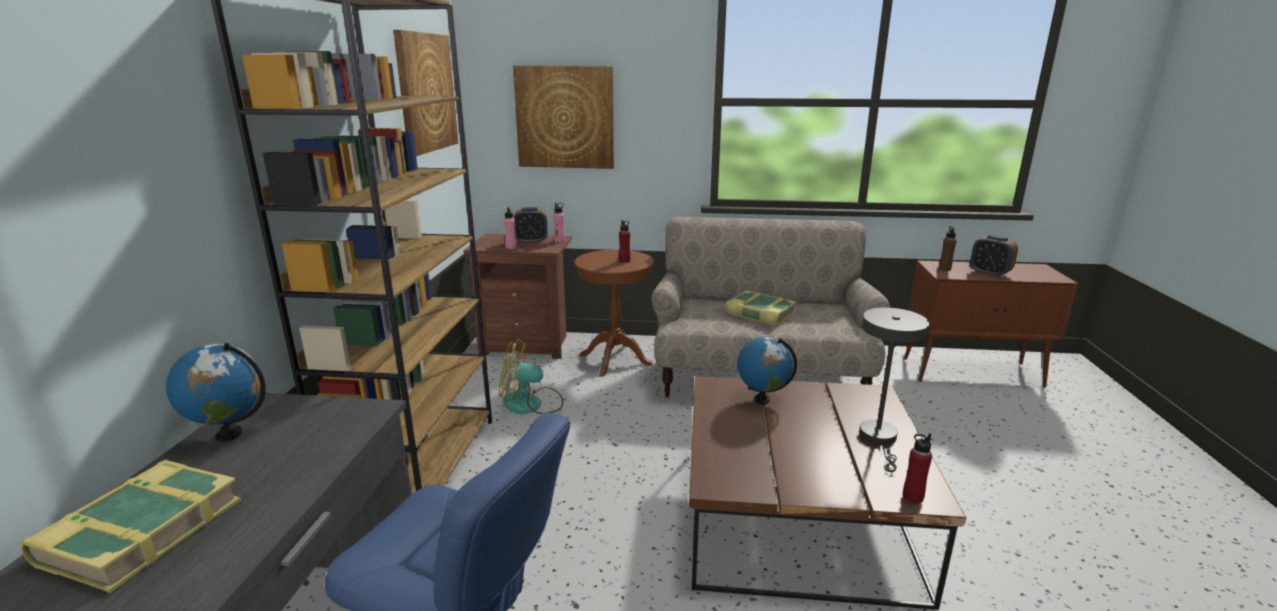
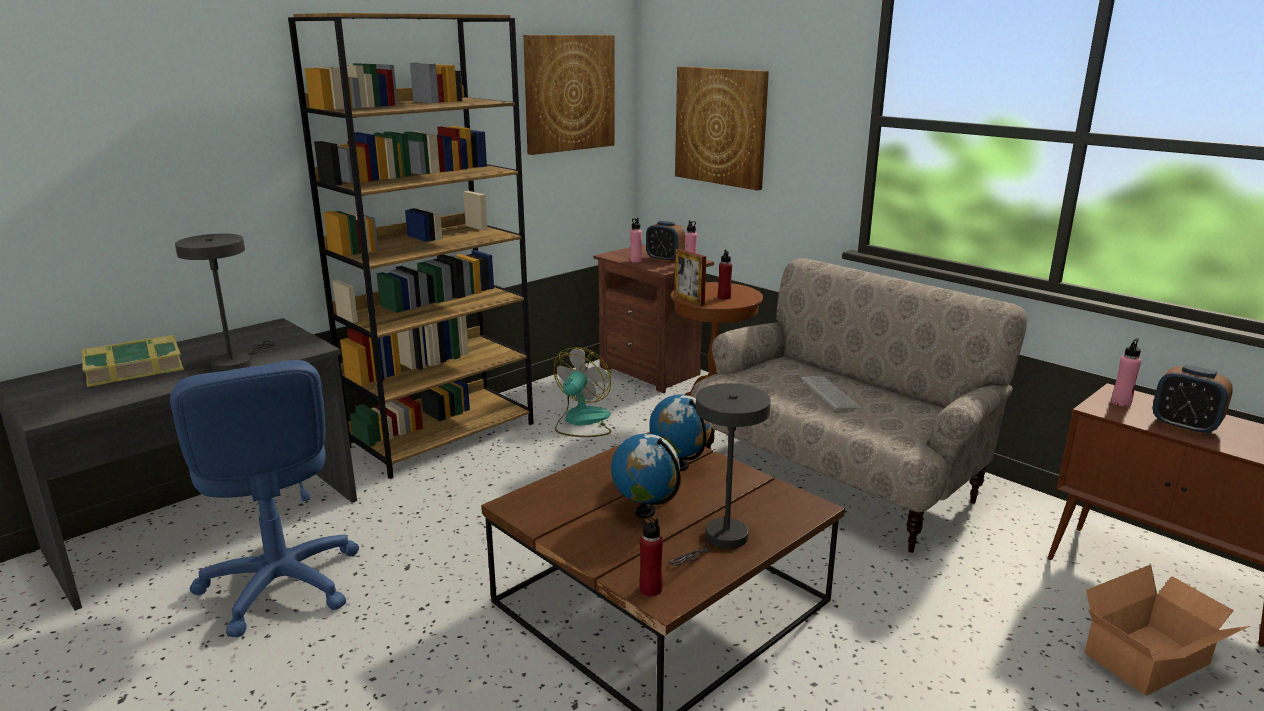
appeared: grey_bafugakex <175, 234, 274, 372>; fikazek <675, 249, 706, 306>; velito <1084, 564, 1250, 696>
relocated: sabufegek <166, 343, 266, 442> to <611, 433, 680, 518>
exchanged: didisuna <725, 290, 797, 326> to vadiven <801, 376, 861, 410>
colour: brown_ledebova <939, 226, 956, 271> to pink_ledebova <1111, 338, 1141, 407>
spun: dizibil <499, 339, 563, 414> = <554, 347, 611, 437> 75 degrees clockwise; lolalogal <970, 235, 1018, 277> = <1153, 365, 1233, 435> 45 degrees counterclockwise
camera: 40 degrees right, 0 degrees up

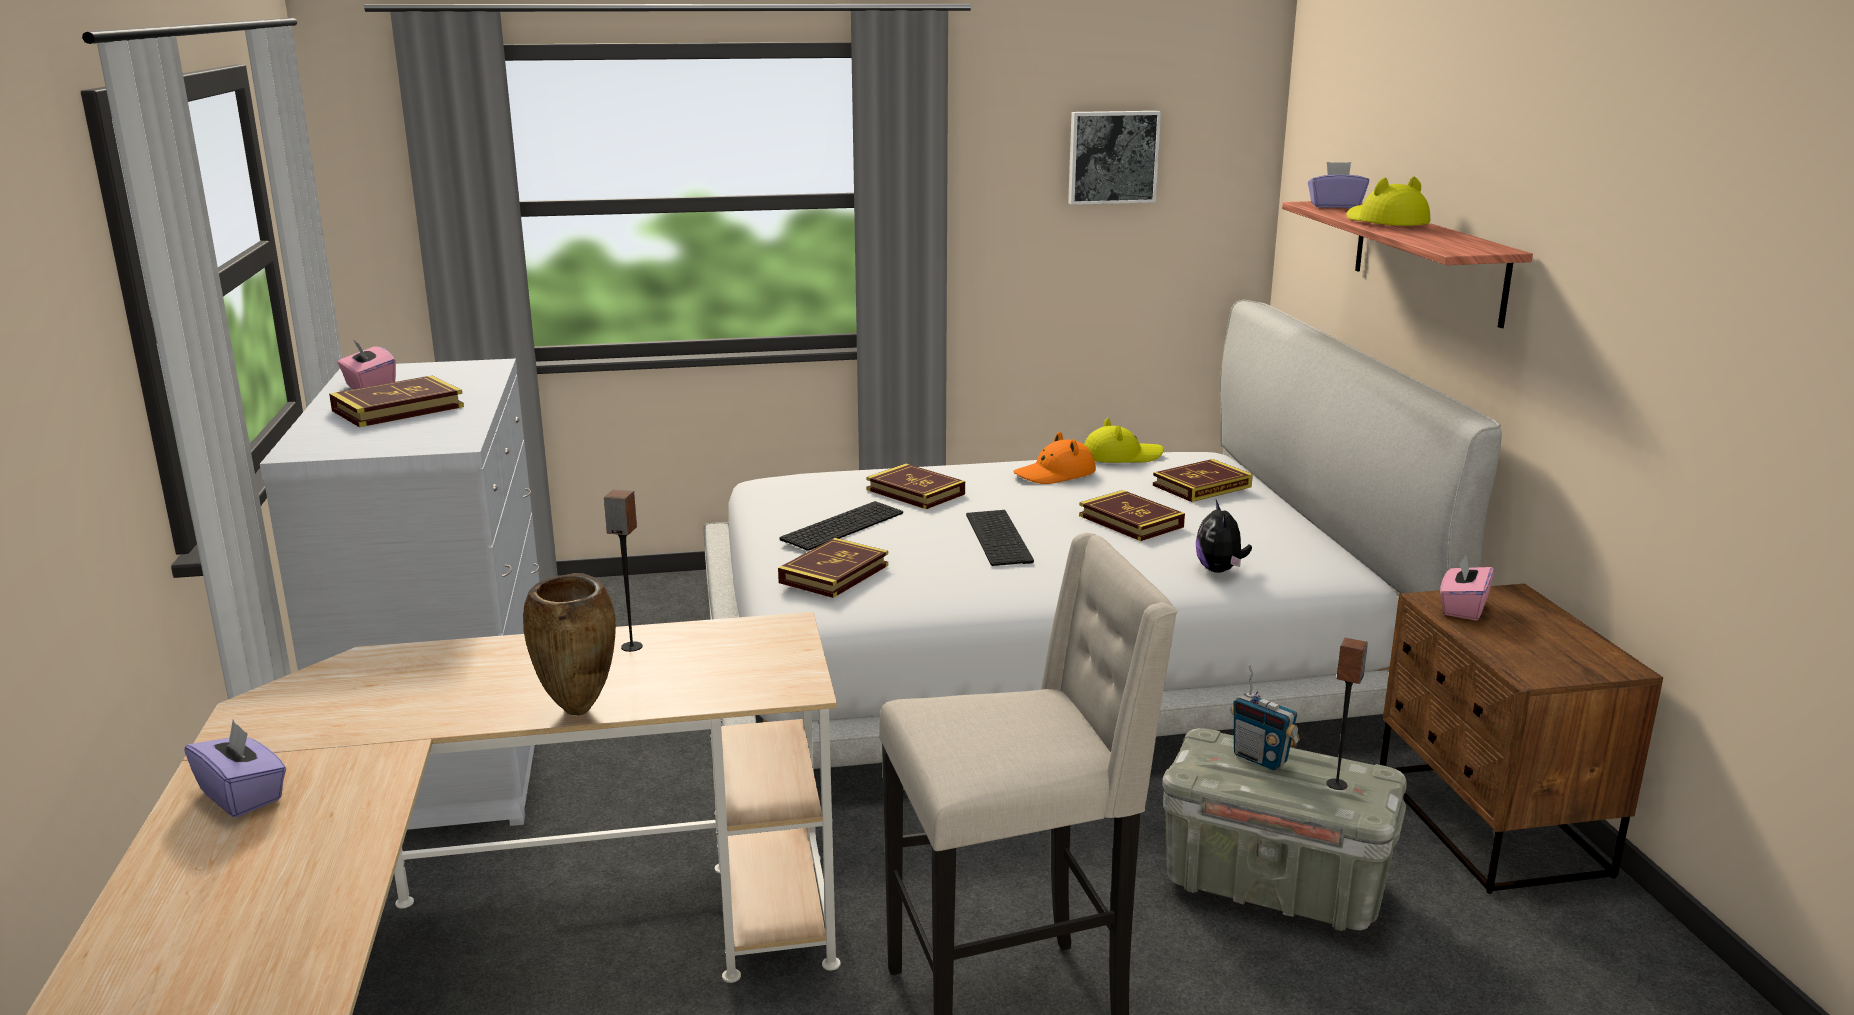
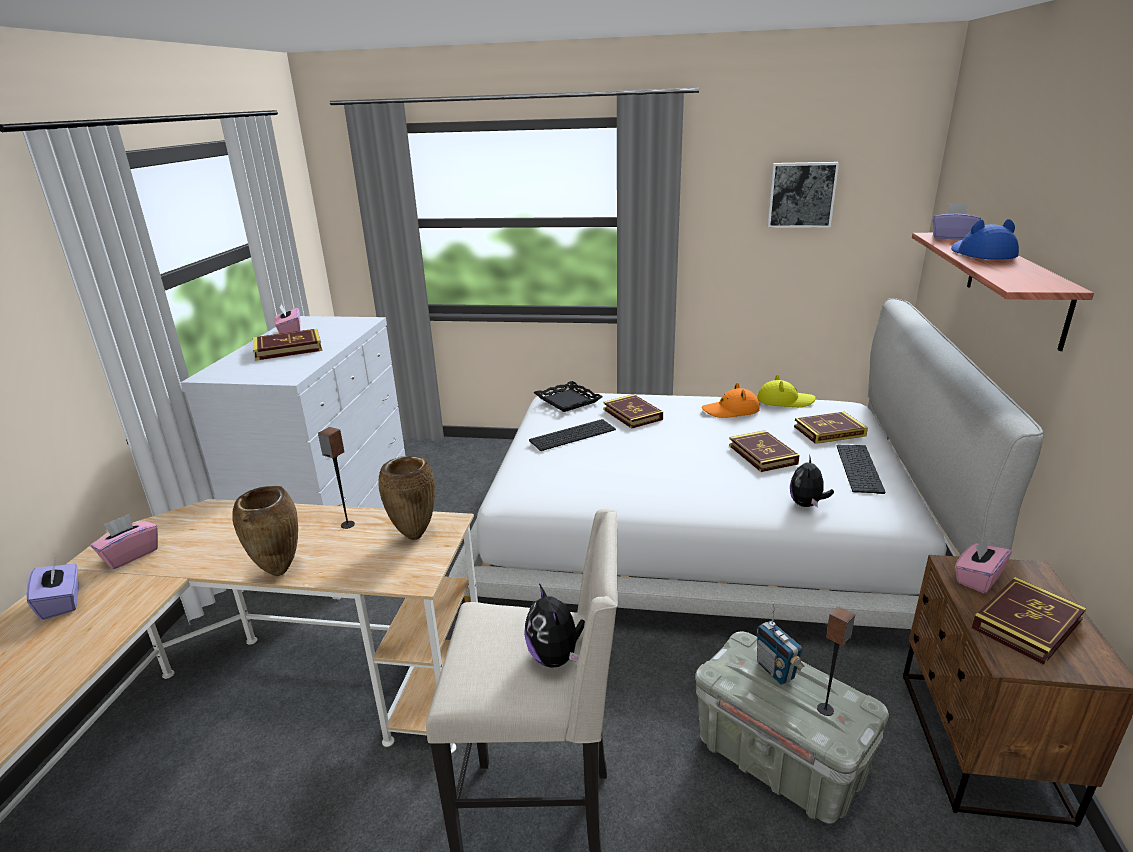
appeared: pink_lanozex <90, 514, 158, 569>; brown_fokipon <378, 456, 435, 540>; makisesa <524, 584, 585, 668>; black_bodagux <533, 381, 603, 412>
relocated: vadiven <966, 510, 1034, 566> to <837, 445, 885, 494>; didisuna <778, 538, 888, 598> to <971, 577, 1086, 665>
colour: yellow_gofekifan <1346, 177, 1430, 226> to blue_gofekifan <951, 219, 1019, 260>
camera: 20 degrees right, 5 degrees up

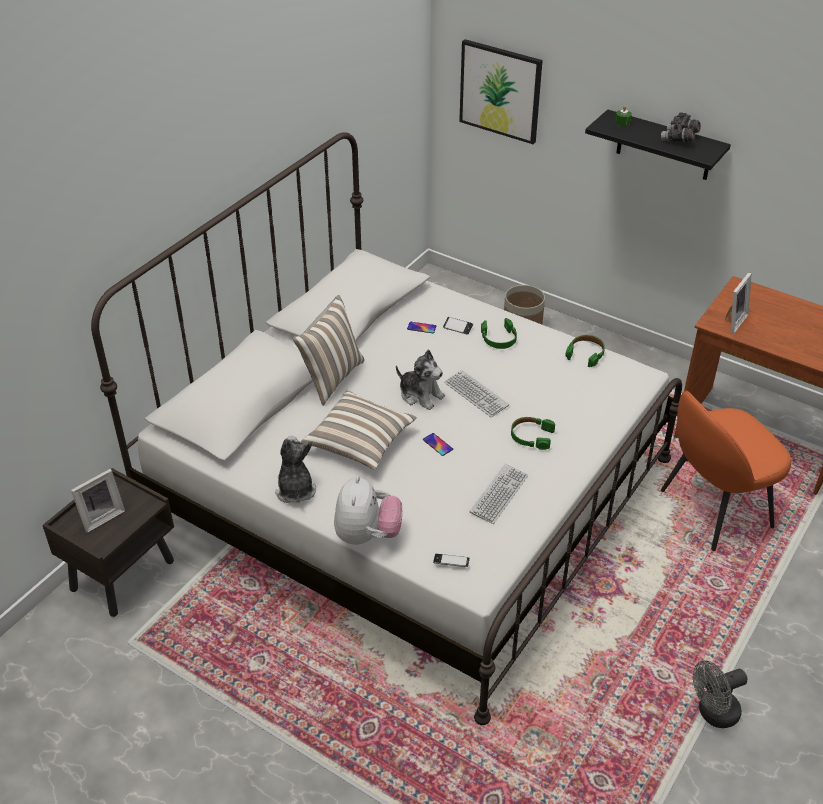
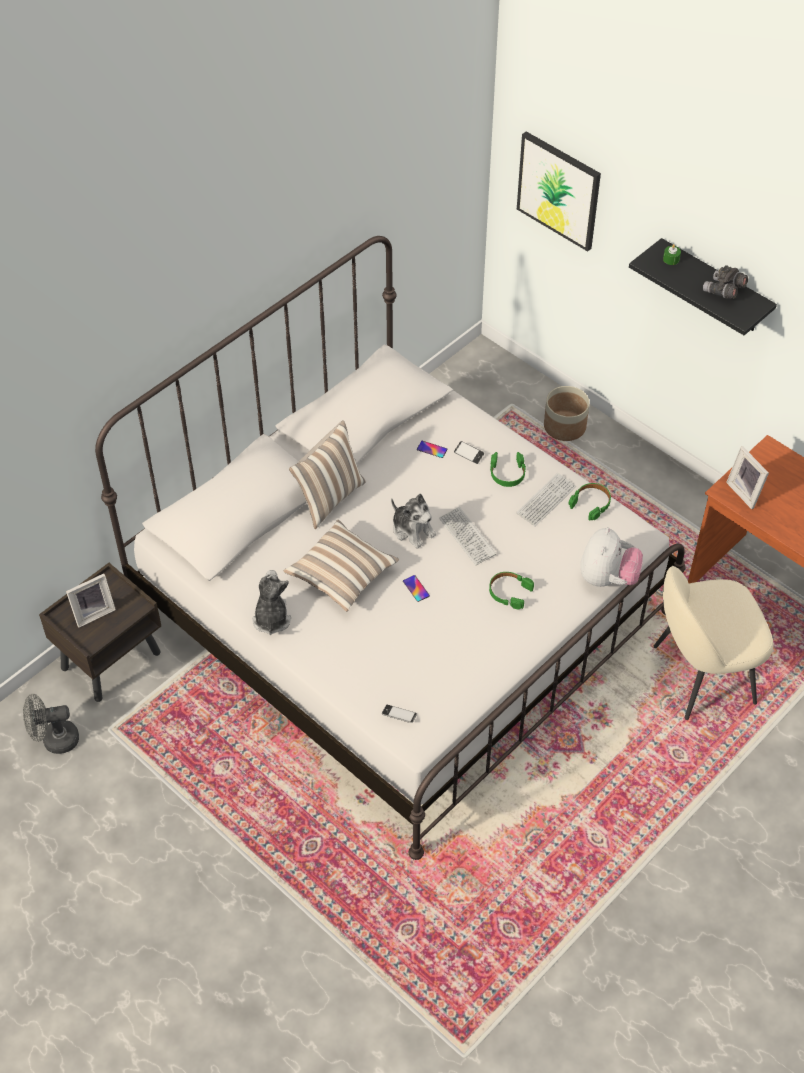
relocated: grey_dizibil <693, 660, 747, 728> to <23, 694, 79, 754>; vadiven <469, 464, 528, 524> to <516, 473, 576, 527>; makisesa <334, 475, 402, 545> to <580, 527, 643, 587>
colour: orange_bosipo <661, 390, 791, 551> to beige_bosipo <654, 566, 774, 720>
spun: fikazek <725, 272, 752, 334> = <726, 446, 769, 509> 105 degrees clockwise
camera: 10 degrees right, 10 degrees up

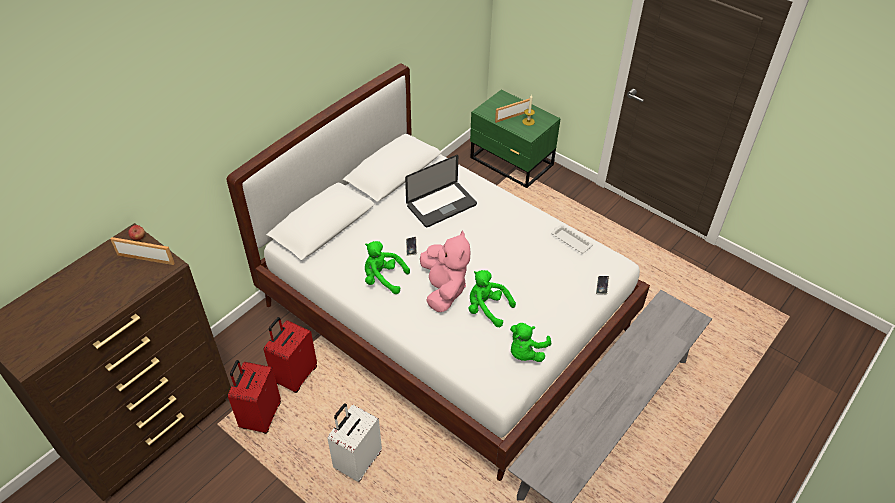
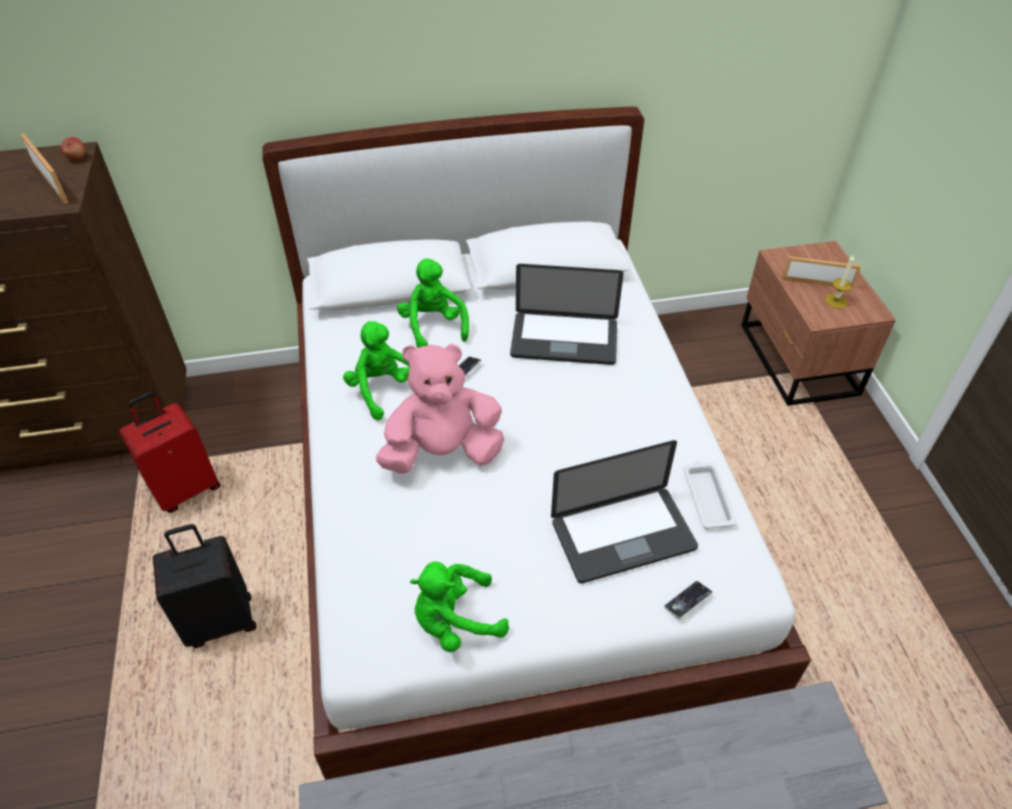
missing: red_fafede <264, 317, 317, 393>
appeared: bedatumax <551, 440, 698, 583>
relocated: green_makisesa <469, 270, 516, 327> to <397, 259, 469, 348>
colour: white_fafede <327, 403, 382, 482> to black_fafede <153, 524, 257, 648>; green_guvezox <470, 89, 561, 188> to brown_guvezox <741, 241, 896, 406>
spun: pink_makisesa <420, 231, 470, 312> = <376, 343, 505, 474> 135 degrees counterclockwise
camera: 40 degrees right, 0 degrees up

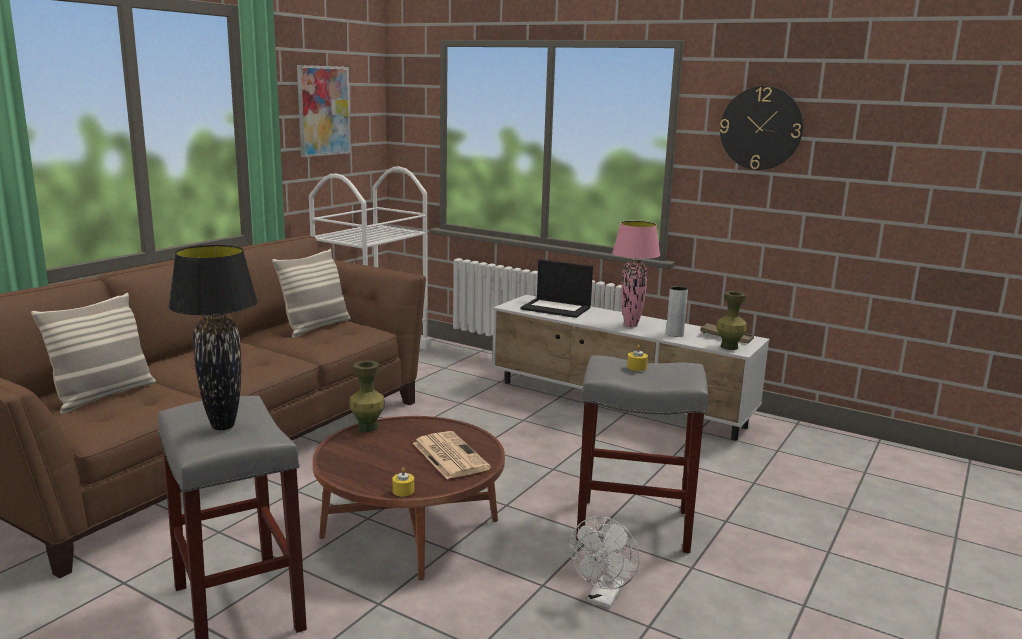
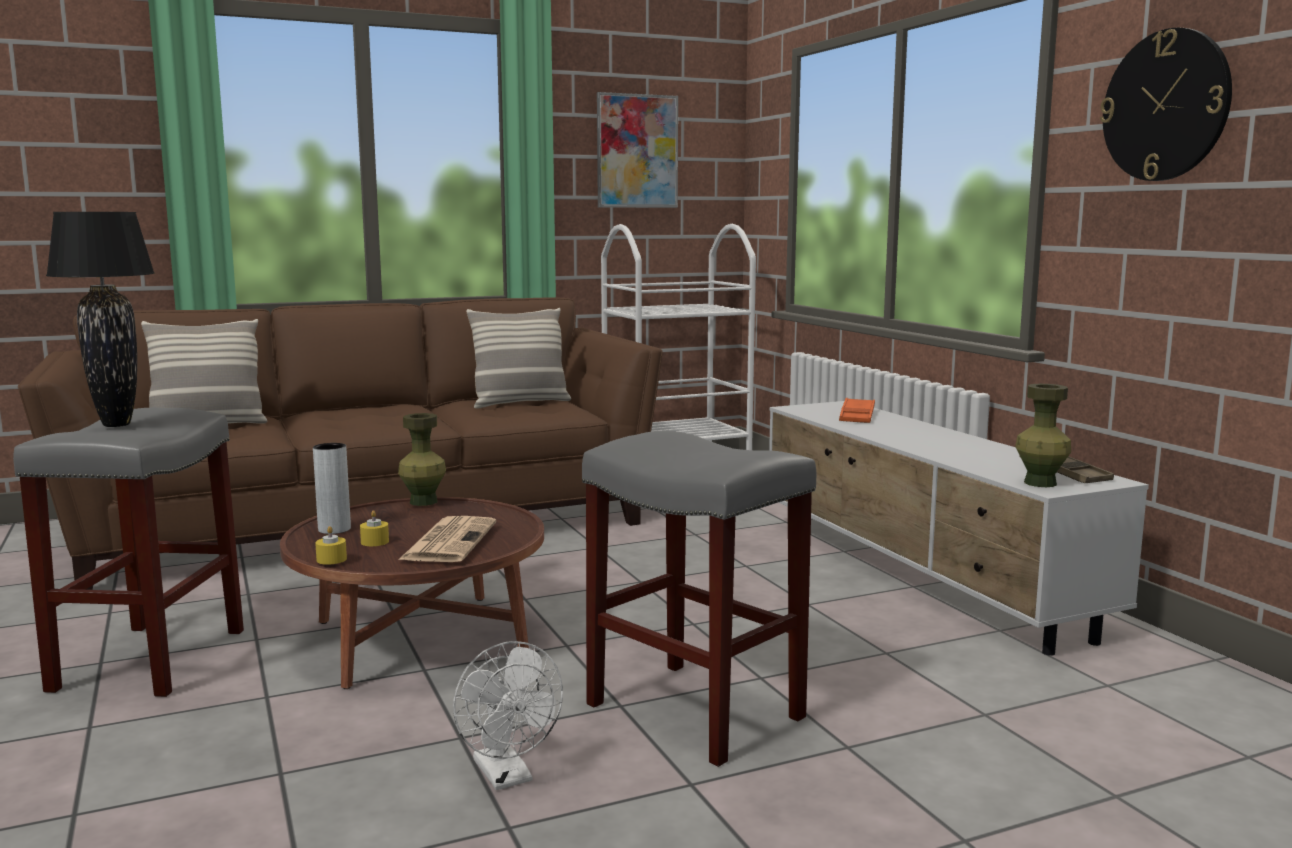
missing: pink_bafugakex <612, 221, 660, 327>
relocated: grey_fokipon <666, 286, 688, 337> to <313, 443, 351, 534>; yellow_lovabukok <627, 345, 648, 371> to <360, 510, 389, 546>
exchanged: bedatumax <520, 259, 593, 318> to orange_bodagux <839, 398, 875, 423>
spun: white_dizibil <569, 517, 639, 608> = <453, 641, 563, 790> 90 degrees counterclockwise
camera: 35 degrees right, 5 degrees down

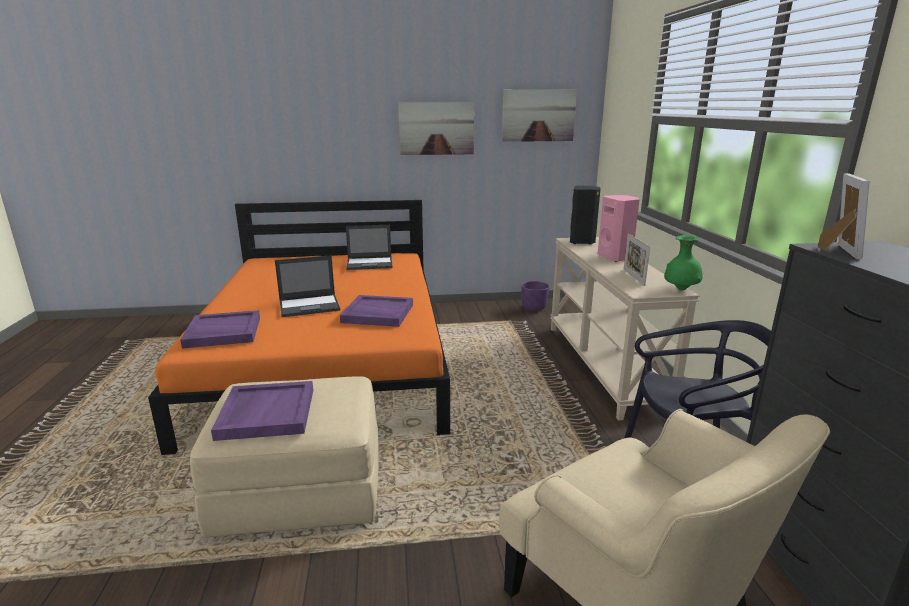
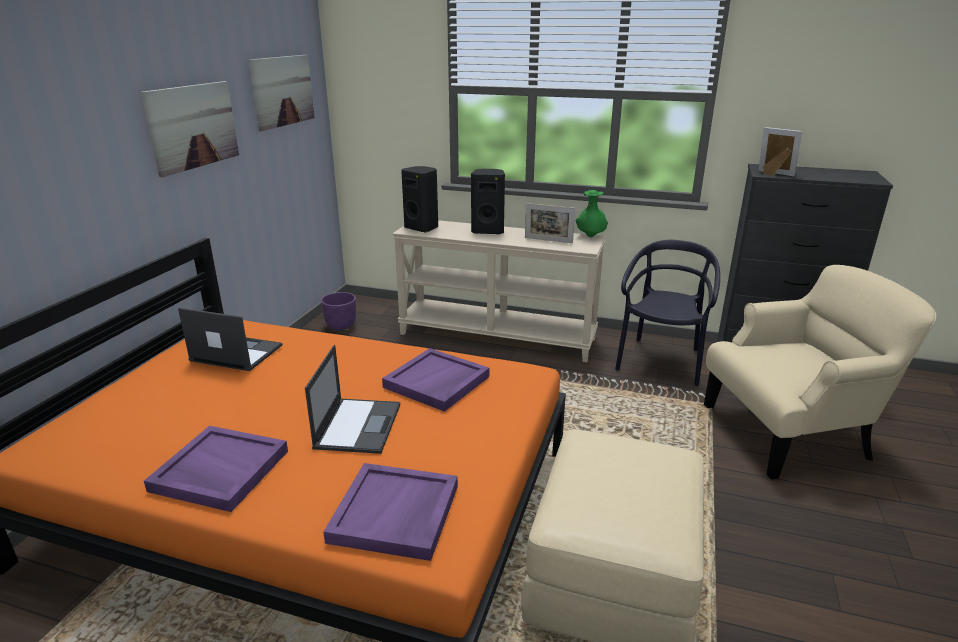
relocated: purple_bodagux <211, 381, 313, 441> to <144, 426, 288, 512>
colour: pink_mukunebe <598, 195, 640, 262> to black_mukunebe <471, 169, 505, 234>
spun: bedatumax <346, 225, 393, 270> = <178, 308, 282, 371> 90 degrees counterclockwise
camera: 65 degrees left, 5 degrees up

